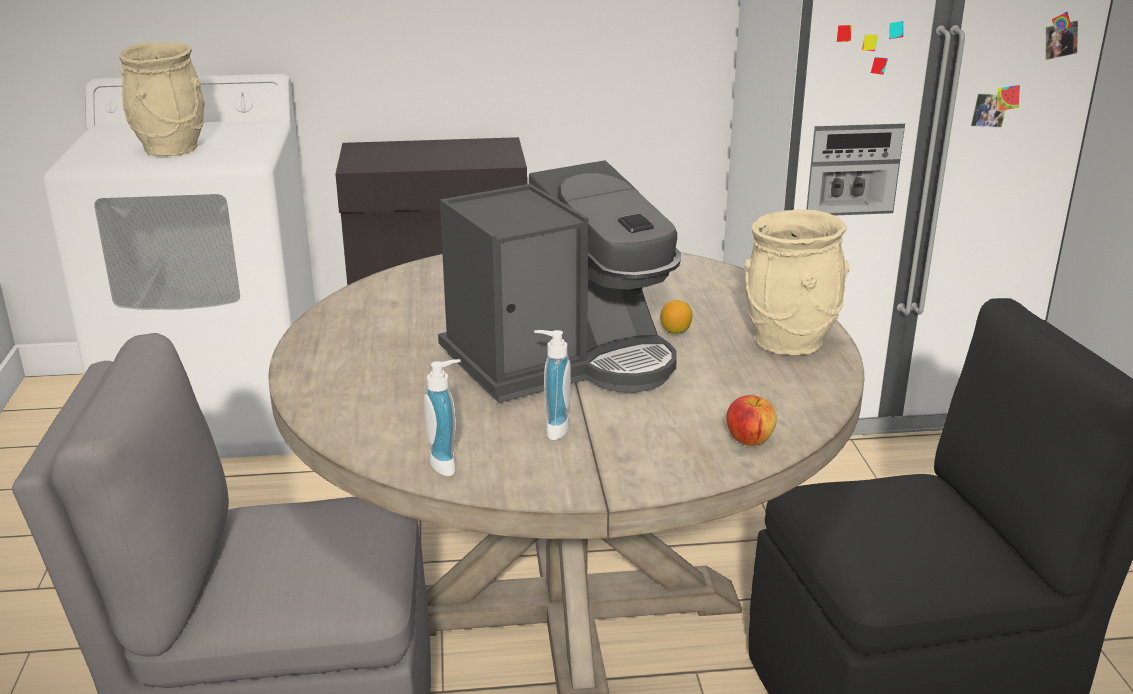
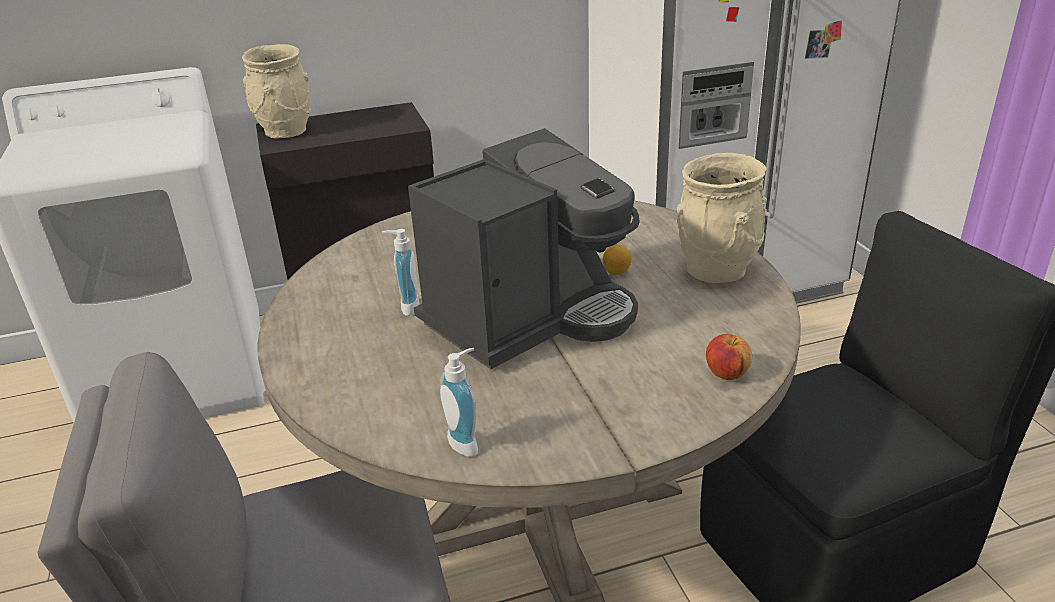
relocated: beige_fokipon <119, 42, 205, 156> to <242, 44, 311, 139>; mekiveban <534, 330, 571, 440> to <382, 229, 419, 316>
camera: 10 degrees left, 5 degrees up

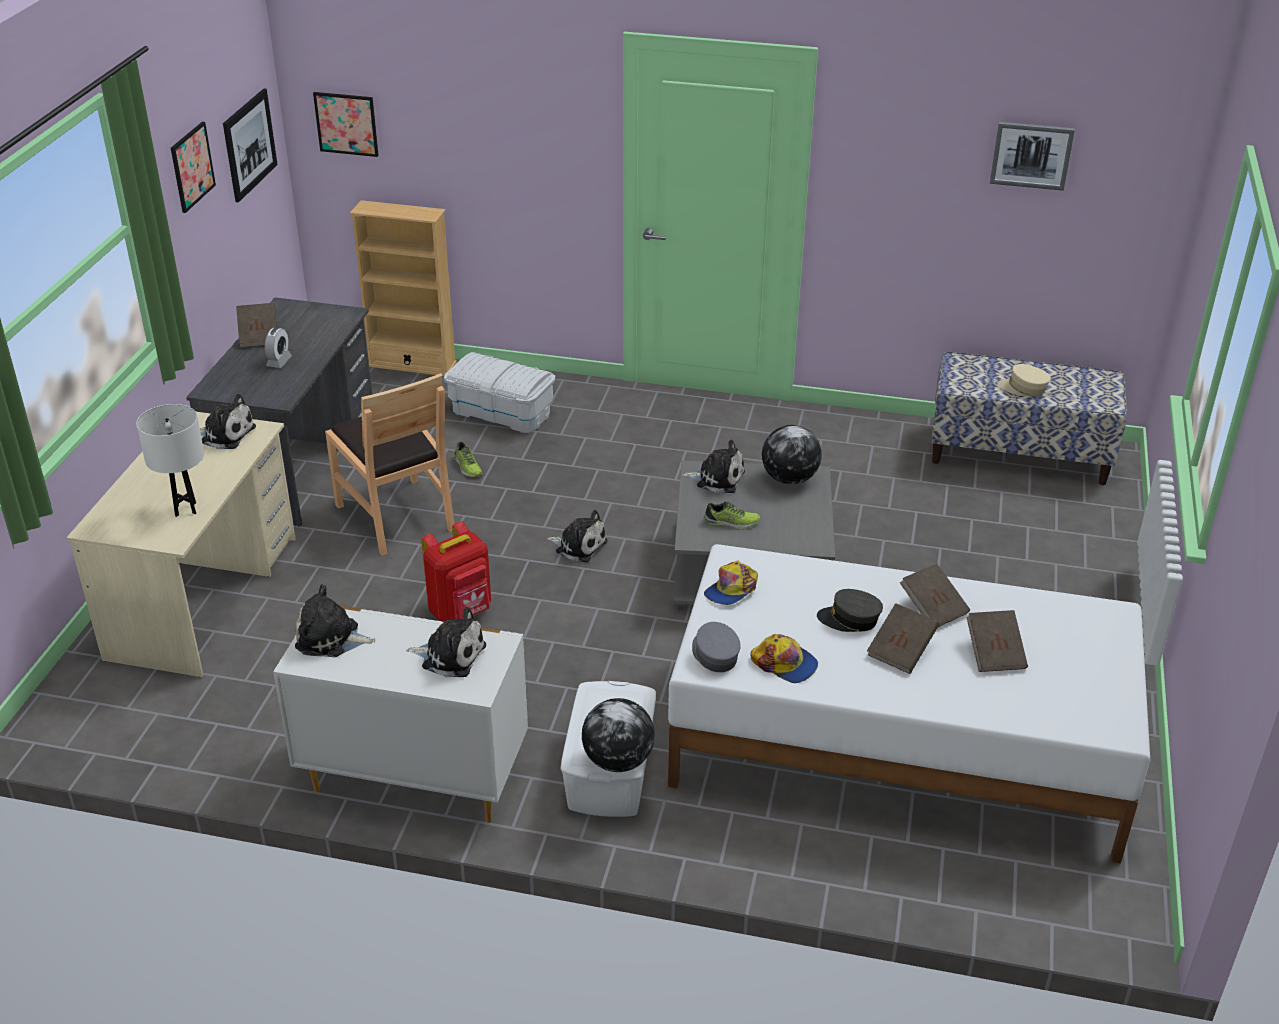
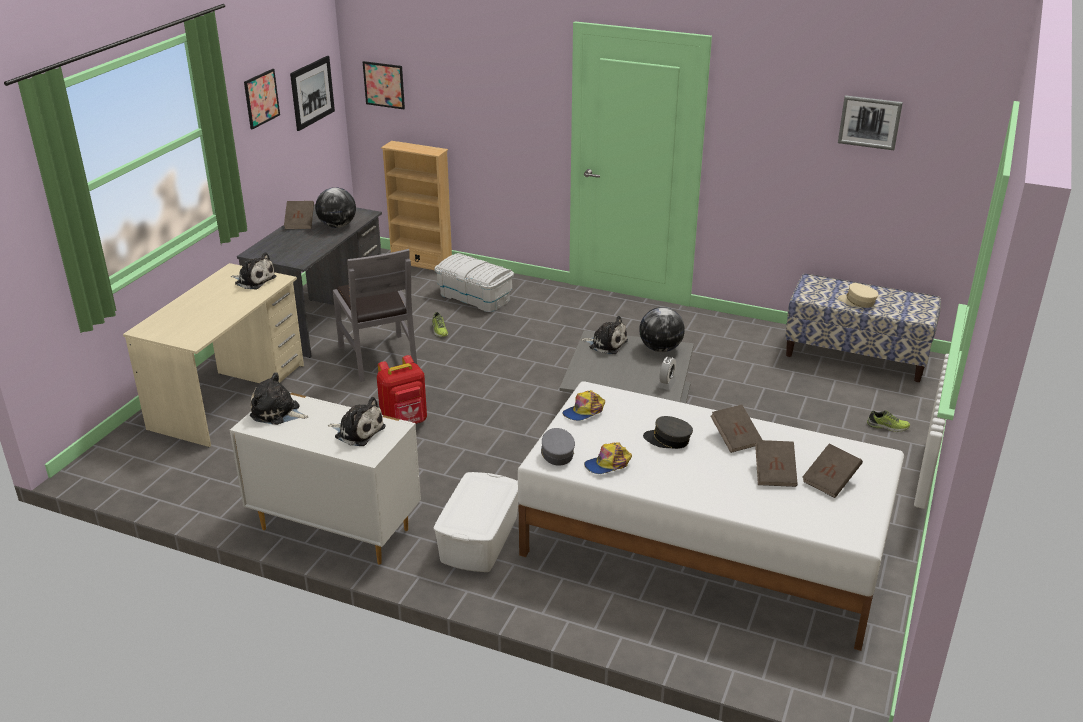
missing: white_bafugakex <136, 404, 204, 517>; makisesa <546, 510, 608, 562>
relocated: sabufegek <582, 698, 655, 772> to <315, 187, 356, 228>; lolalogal <265, 327, 292, 368> to <657, 357, 676, 390>; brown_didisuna <867, 603, 939, 674> to <802, 444, 863, 498>; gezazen <704, 501, 760, 529> to <867, 410, 910, 432>
colour: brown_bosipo <325, 373, 454, 556> to grey_bosipo <333, 249, 417, 382>
spun: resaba <750, 634, 818, 683> = <584, 442, 632, 474> 105 degrees clockwise
camera: 10 degrees right, 5 degrees down

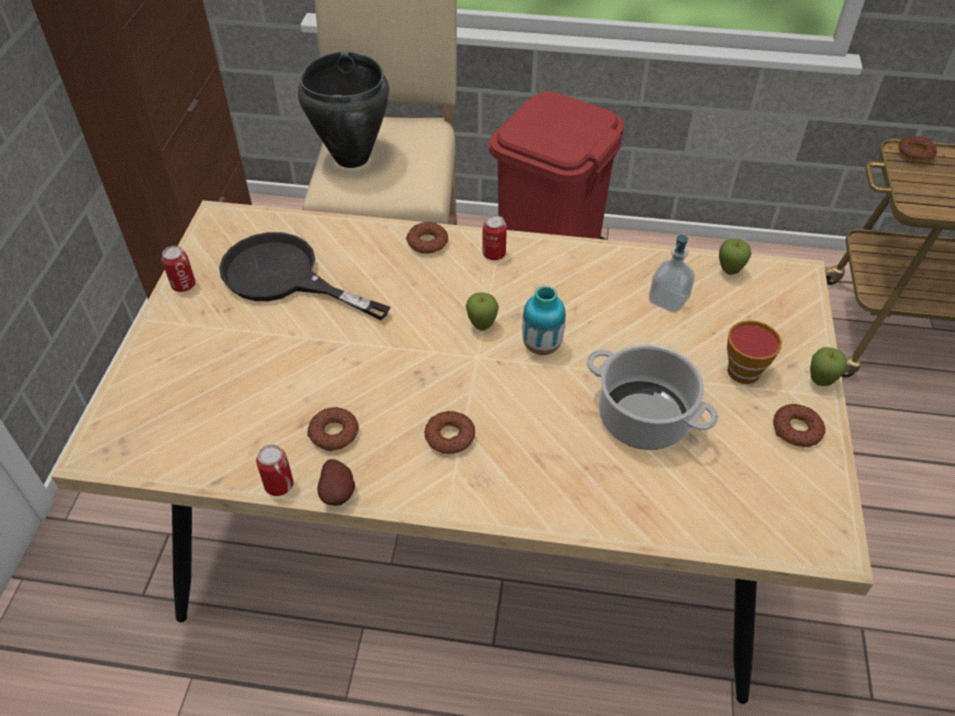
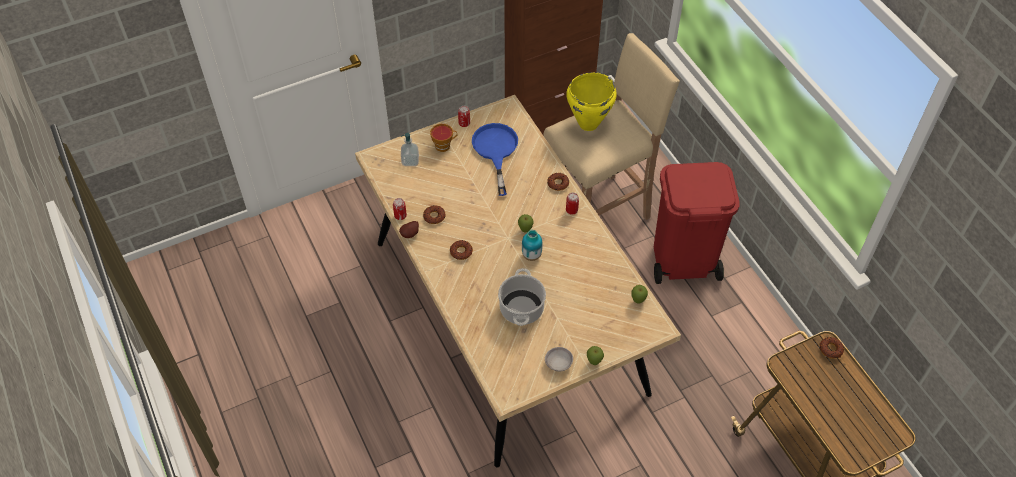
relocated: mekiveban <649, 235, 695, 313> to <401, 133, 419, 166>; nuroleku <727, 320, 782, 384> to <430, 124, 458, 152>
exchanged: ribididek <773, 404, 825, 447> to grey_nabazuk <545, 347, 573, 372>
colour: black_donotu <219, 232, 391, 320> to blue_donotu <472, 123, 518, 196>; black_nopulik <298, 51, 389, 168> to yellow_nopulik <566, 72, 617, 131>
camera: 55 degrees right, 5 degrees up

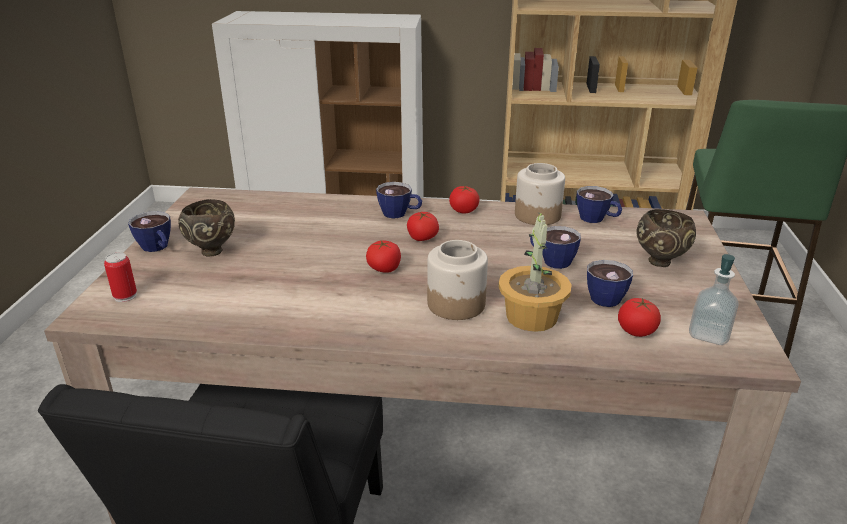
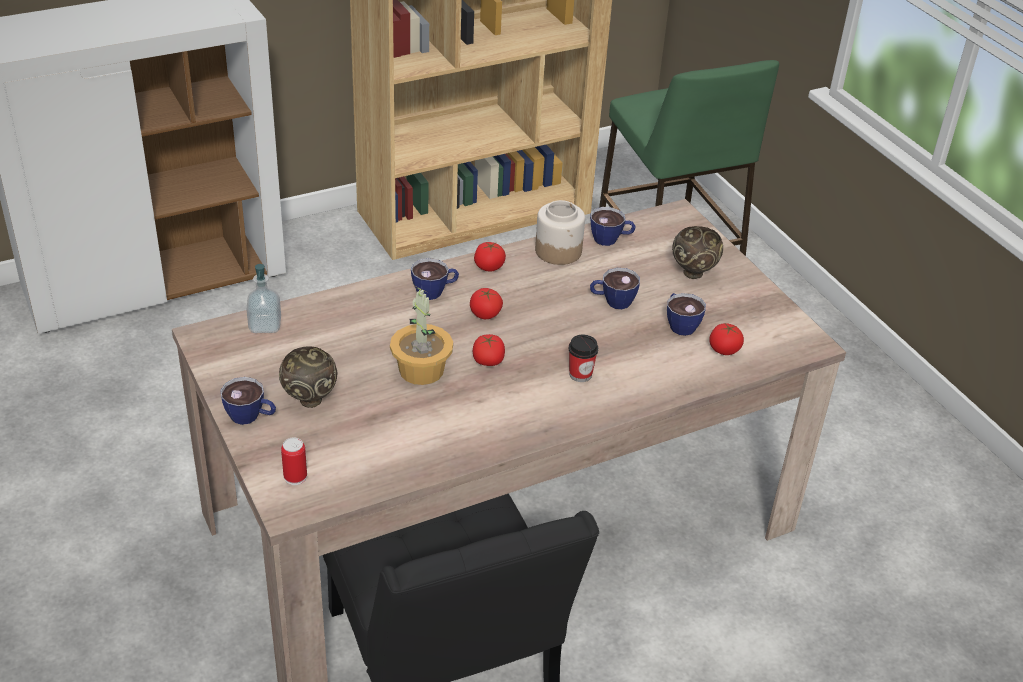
relocated: mekiveban <689, 254, 739, 345> to <246, 264, 281, 333>; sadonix <498, 213, 572, 332> to <390, 287, 453, 385>
exchanged: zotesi <427, 240, 488, 320> to nuroleku <568, 335, 598, 382>
camera: 35 degrees left, 10 degrees up

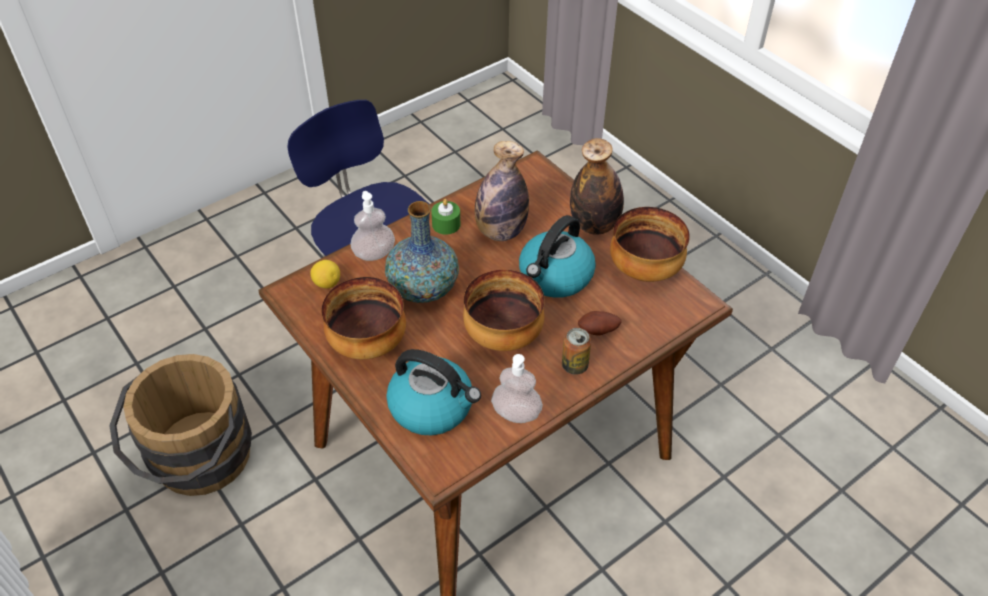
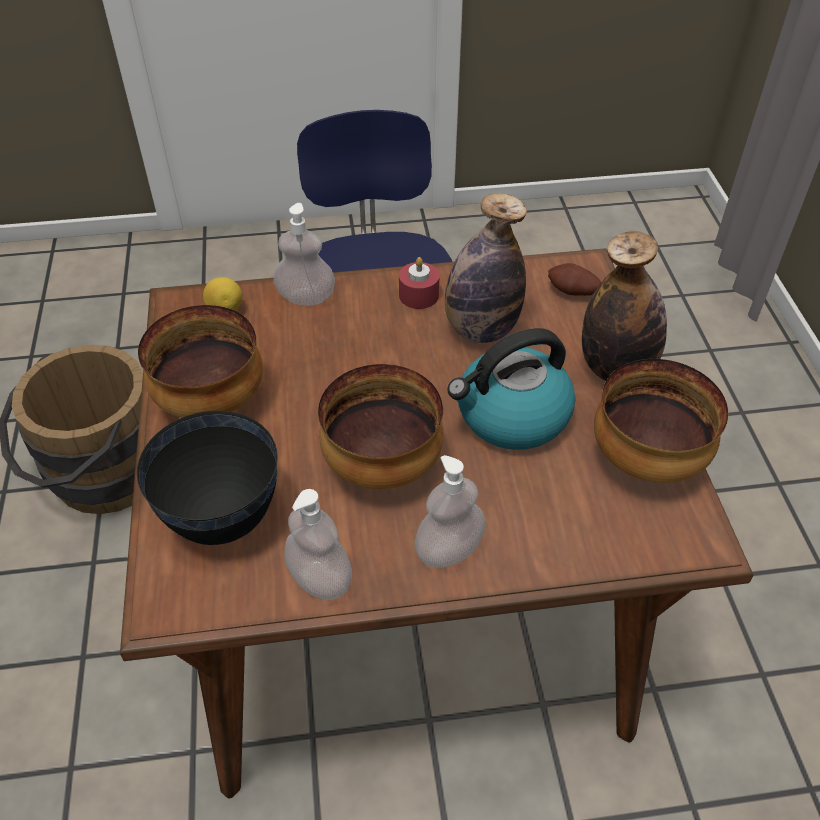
missing: fokipon <385, 201, 459, 303>
relocated: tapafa <578, 311, 622, 335> to <548, 263, 601, 296>
exchanged: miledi <386, 349, 481, 435> to black_nabazuk <137, 411, 278, 545>; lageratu <562, 328, 591, 375> to mekiveban <414, 455, 486, 567>
colour: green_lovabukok <431, 199, 460, 235> to red_lovabukok <399, 257, 440, 309>
camera: 30 degrees right, 0 degrees up

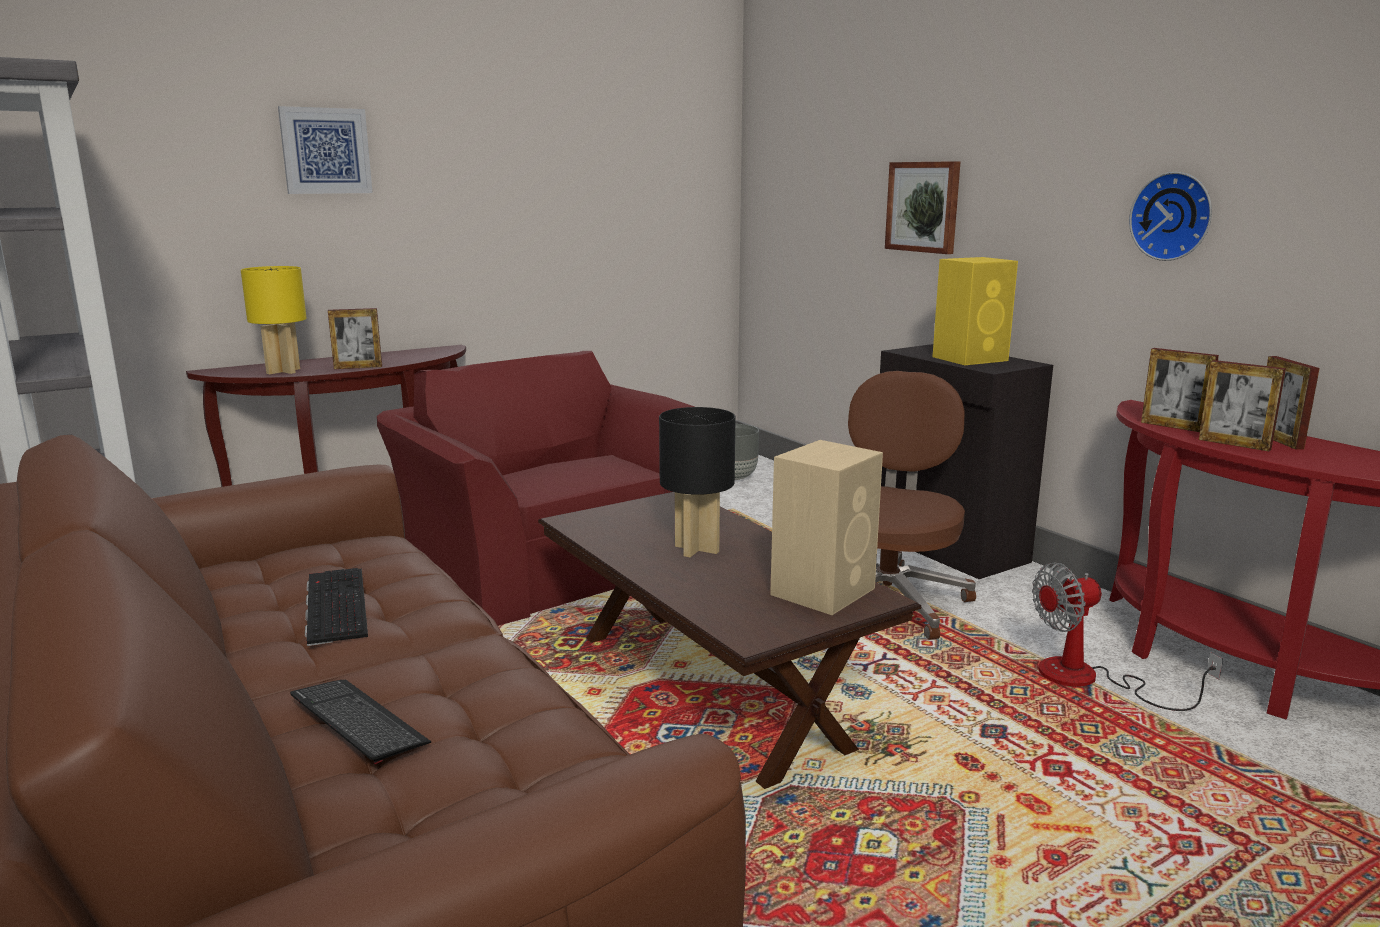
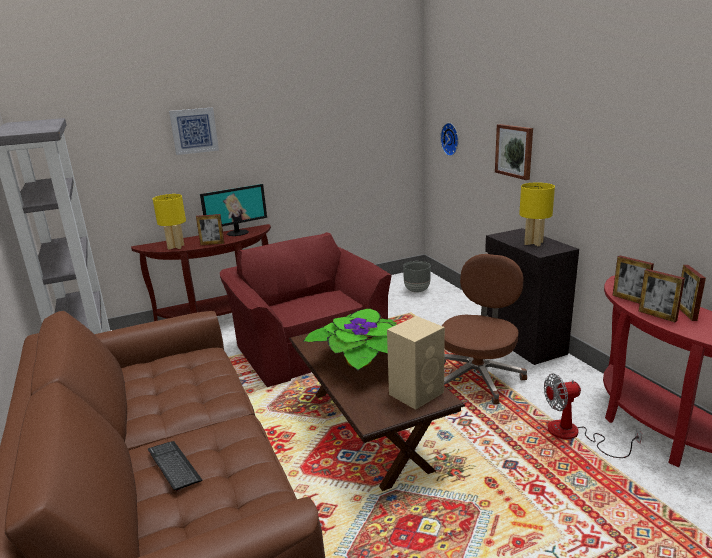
missing: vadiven <305, 568, 368, 646>
appeared: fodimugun <200, 184, 267, 236>
relocated: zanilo <1129, 172, 1212, 261> to <440, 123, 459, 156>
exchanged: black_bafugakex <659, 407, 736, 557> to sadonix <303, 308, 398, 370>; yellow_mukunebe <933, 257, 1018, 365> to yellow_bafugakex <519, 182, 555, 246>
camera: 10 degrees right, 5 degrees up

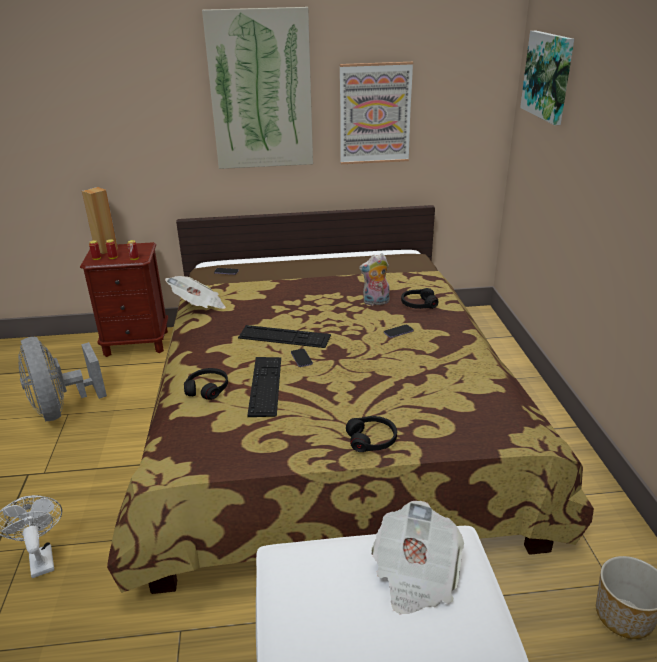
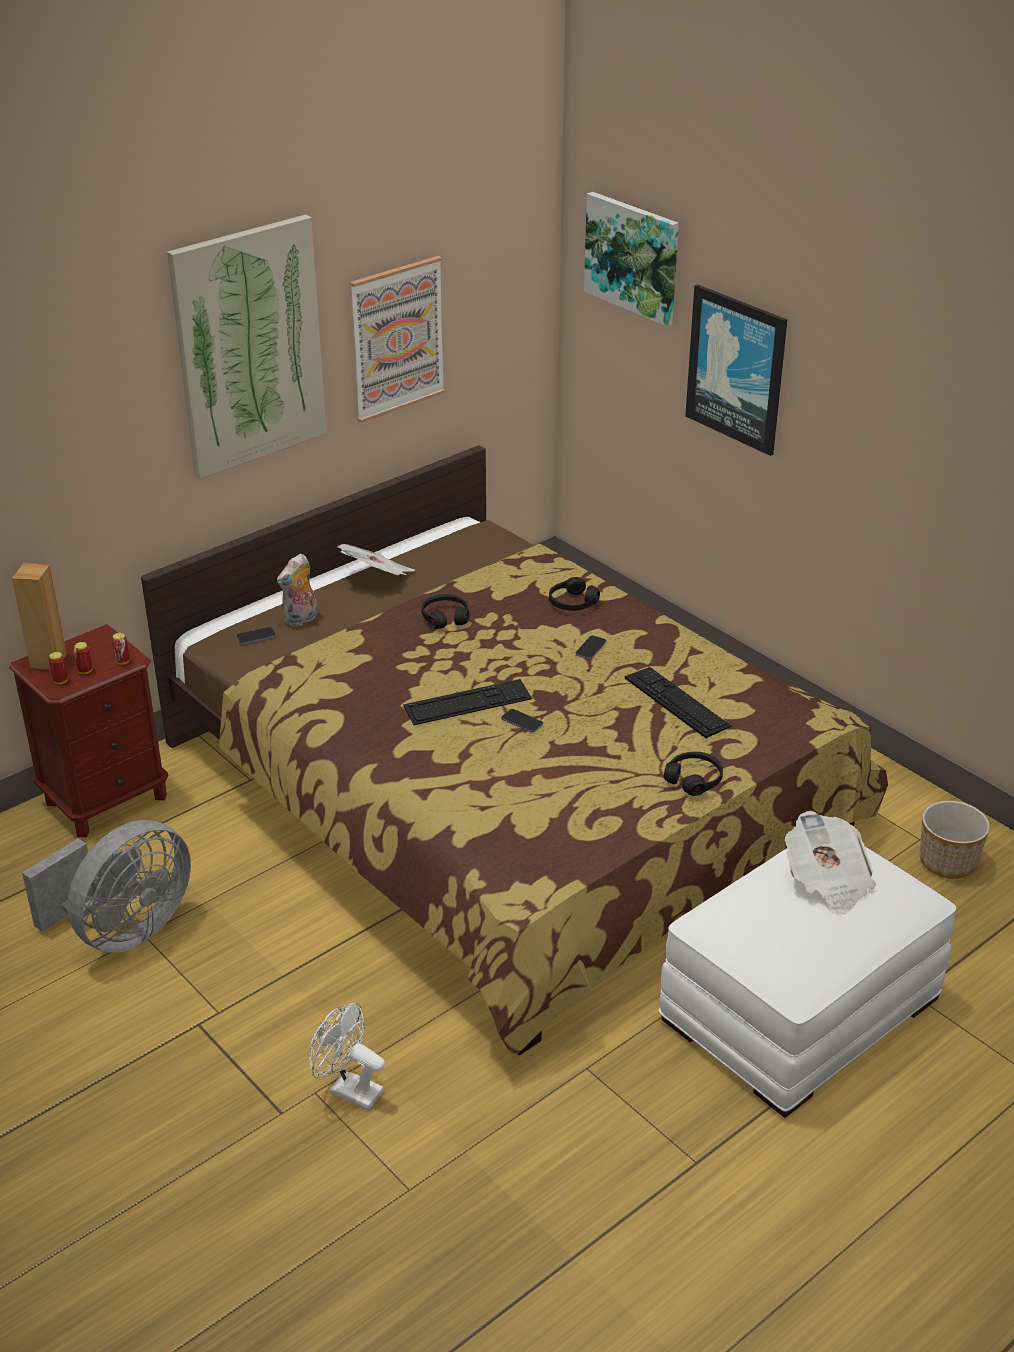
appeared: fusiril <685, 284, 787, 456>
relocated: makisesa <359, 253, 390, 306> to <277, 553, 318, 627>; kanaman <165, 276, 226, 309> to <338, 544, 415, 575>; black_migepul <184, 368, 228, 400> to <422, 594, 469, 629>; vadiven <247, 357, 281, 417> to <625, 667, 731, 738>
spun: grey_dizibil <18, 337, 107, 421> = <22, 820, 191, 953> 75 degrees counterclockwise
camera: 35 degrees left, 5 degrees up

